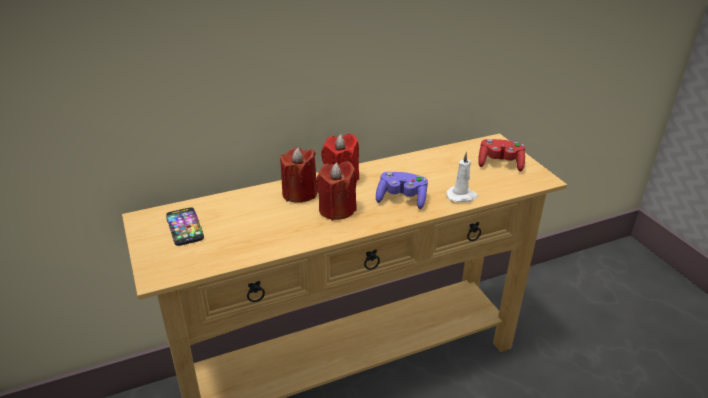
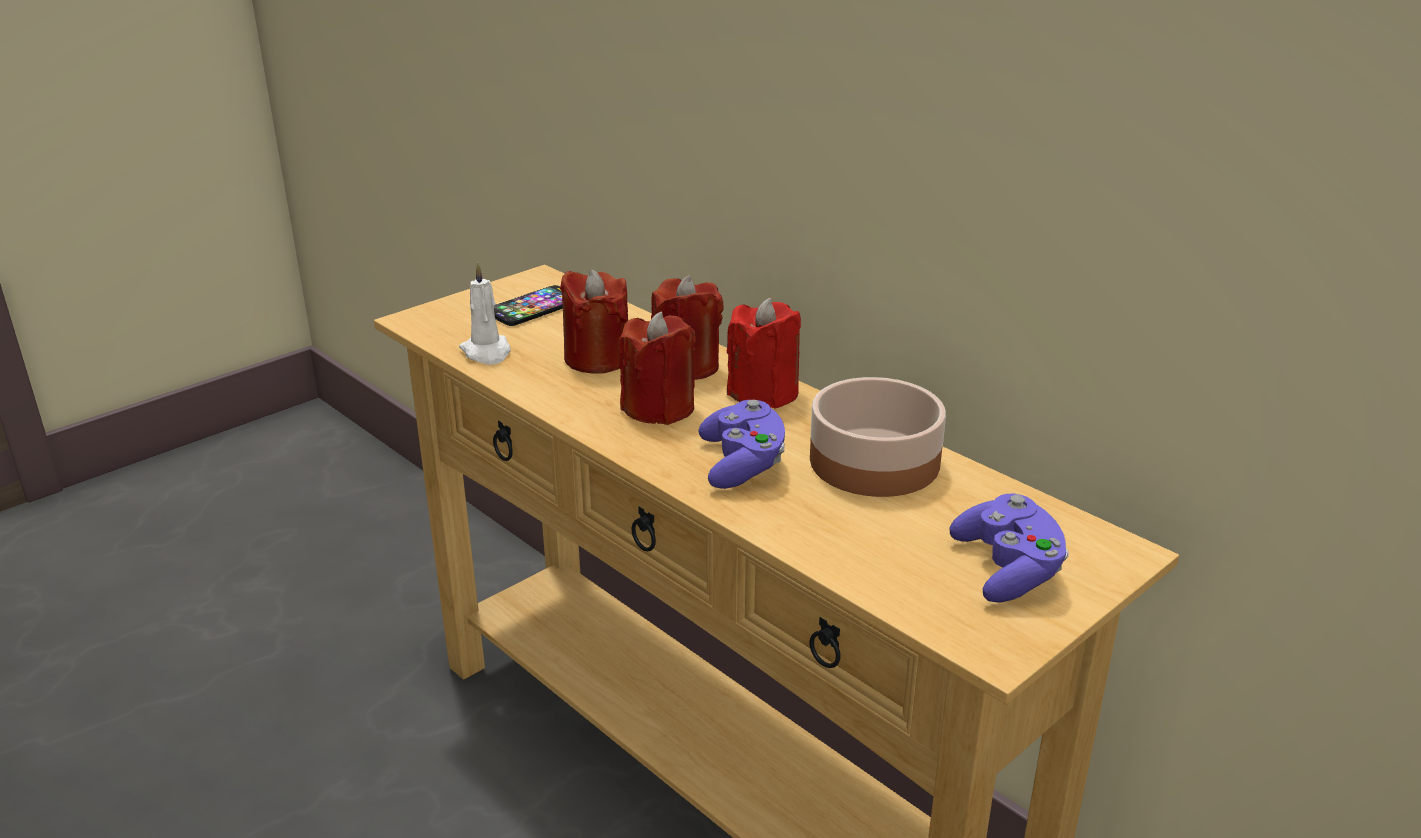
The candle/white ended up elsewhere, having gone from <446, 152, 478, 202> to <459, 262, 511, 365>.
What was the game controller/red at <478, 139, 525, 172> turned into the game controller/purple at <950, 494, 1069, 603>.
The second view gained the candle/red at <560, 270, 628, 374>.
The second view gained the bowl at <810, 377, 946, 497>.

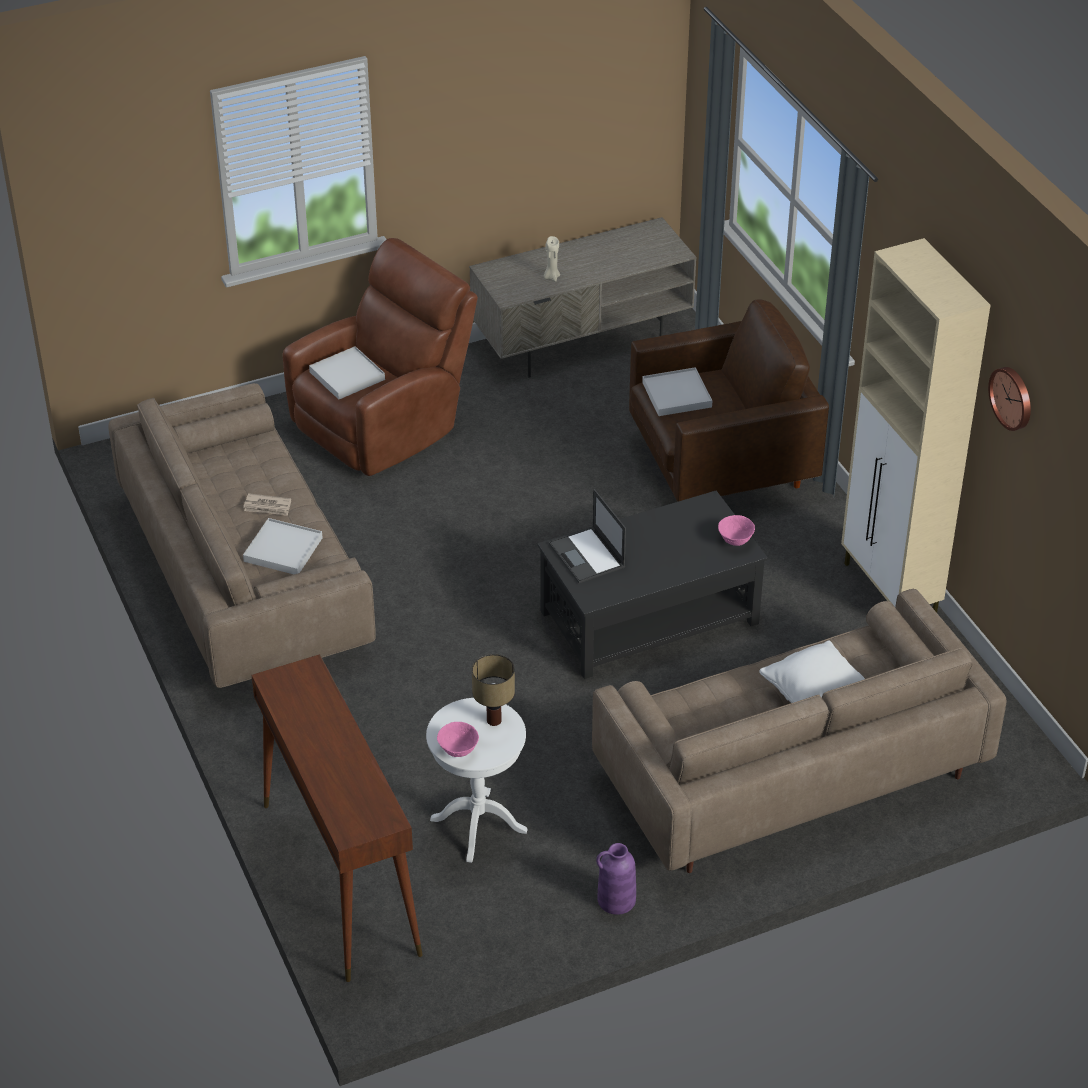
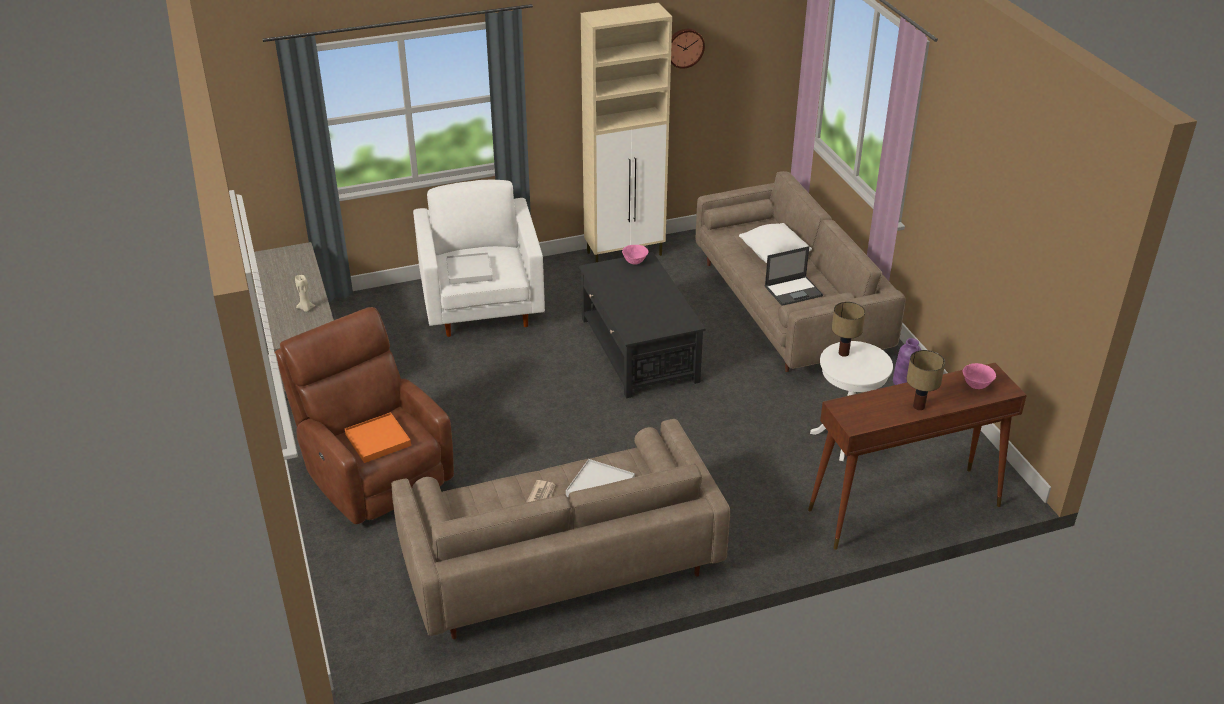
What was the tray/white at <309, 346, 385, 400> turned into the tray/orange at <345, 412, 411, 463>.
The bowl/pink ended up elsewhere, having gone from <437, 722, 479, 757> to <963, 363, 996, 389>.
The laptop ended up elsewhere, having gone from <549, 489, 626, 583> to <765, 246, 823, 306>.
What was the armchair/brown at <629, 300, 829, 502> turned into the armchair/white at <413, 180, 545, 337>.
The second view gained the table lamp at <906, 350, 945, 410>.

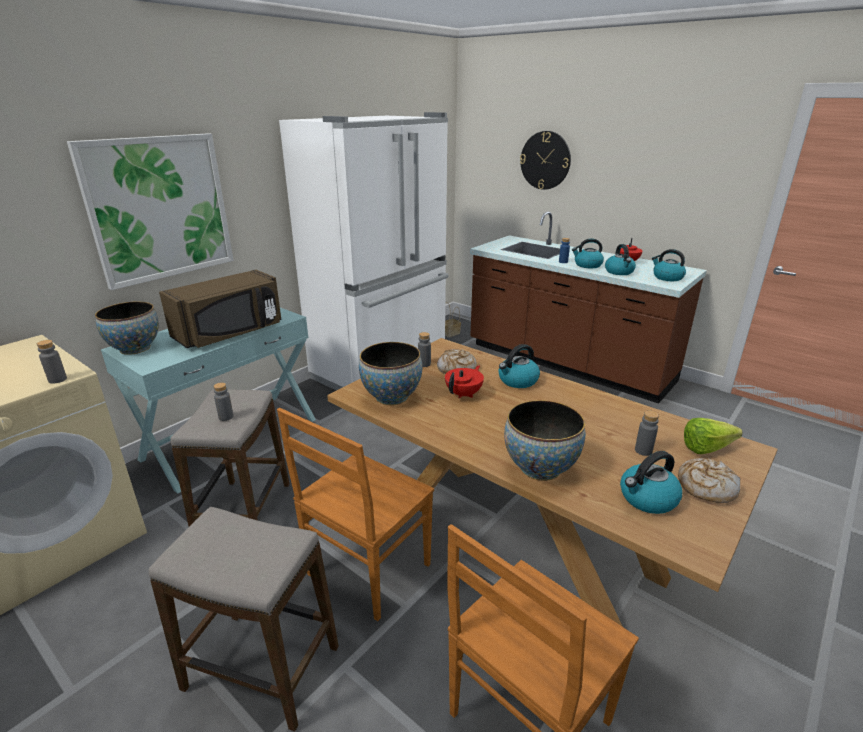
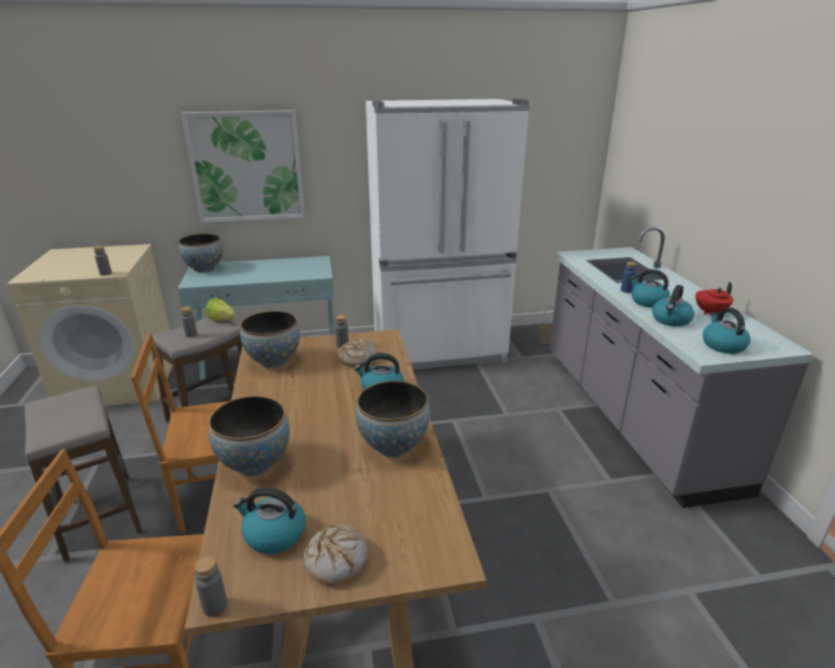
The second view lost the microwave/brown at <159, 270, 282, 348>.
The second view lost the teapot/red at <445, 365, 484, 398>.
What was the counter/brown at <470, 212, 707, 404> turned into the counter/grey at <550, 227, 814, 508>.
The second view lost the wall clock at <520, 131, 571, 190>.
The bottle/grey ended up elsewhere, having gone from <635, 410, 659, 456> to <194, 556, 227, 617>.
The lettuce ended up elsewhere, having gone from <684, 418, 743, 454> to <206, 298, 236, 321>.
The second view gained the bowl at <356, 381, 430, 458>.

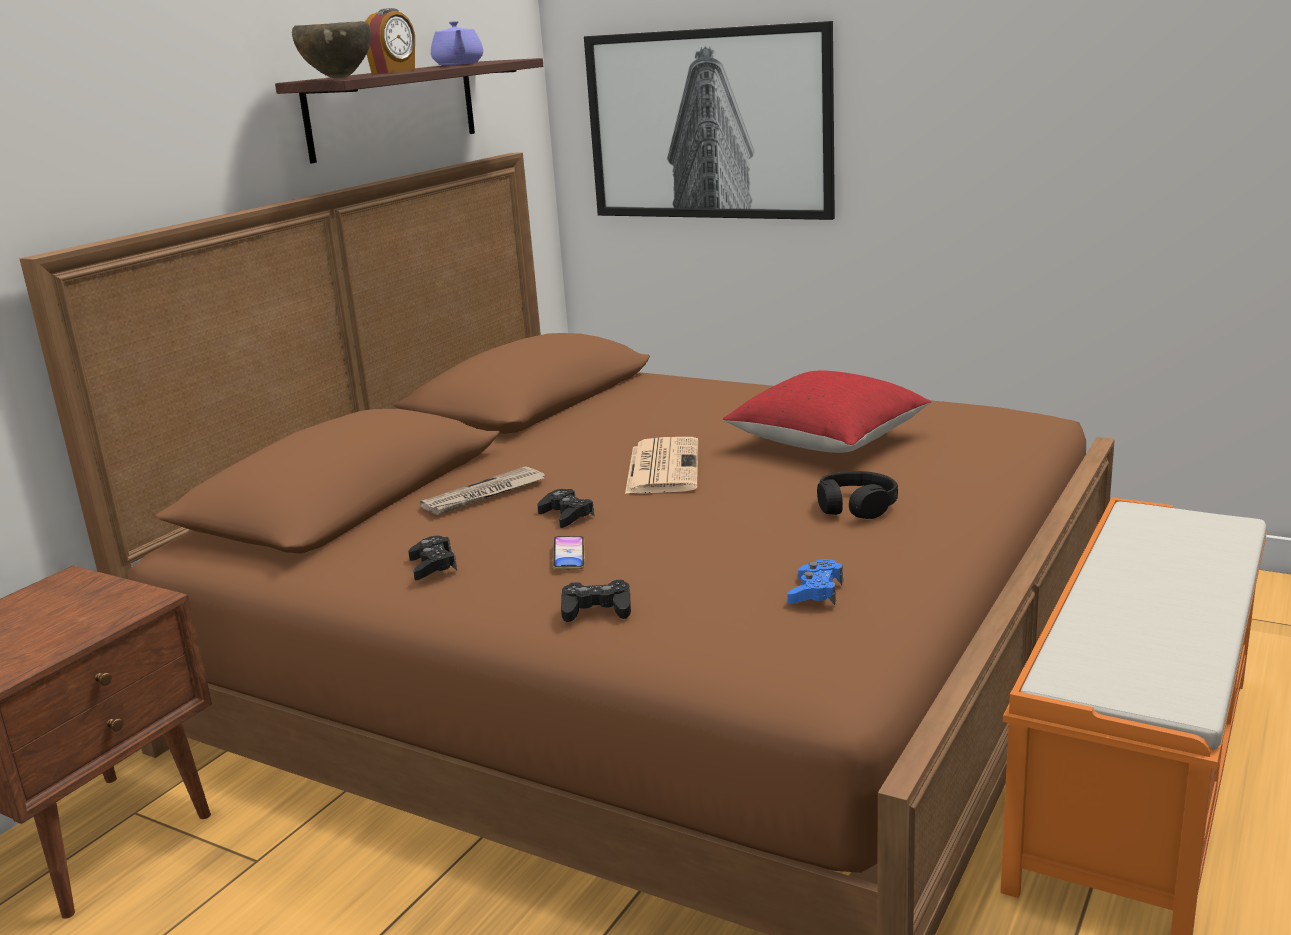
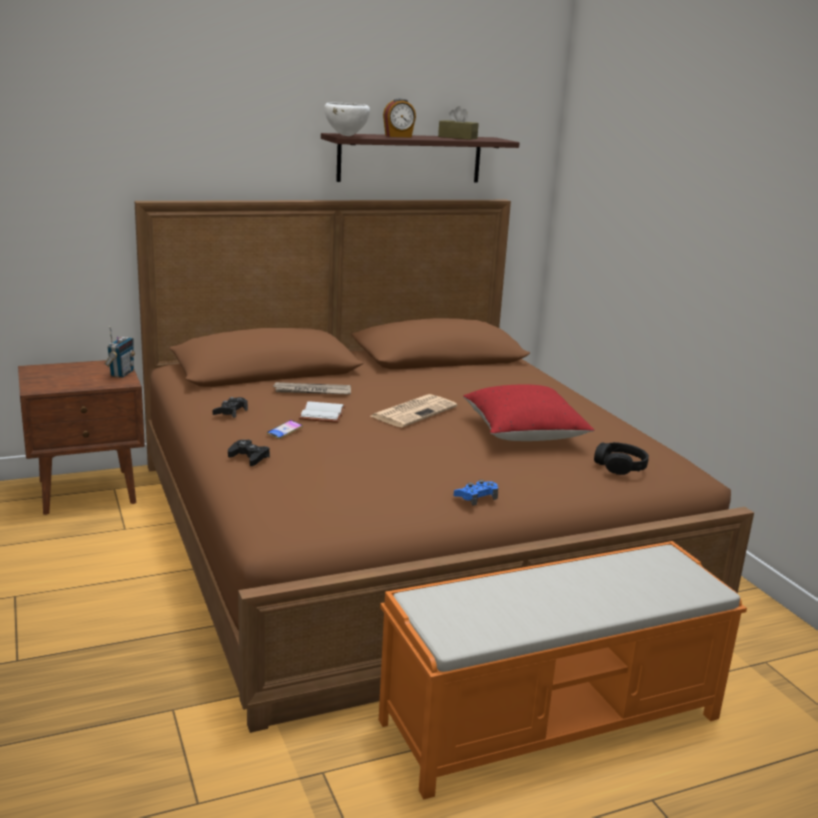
What was the bowl/brown at <292, 21, 371, 78> turned into the bowl/white at <324, 103, 370, 136>.
Where the teapot/purple stood at <431, 21, 483, 65>, the tissue box/brown came to stand at <438, 106, 479, 140>.
Where the game controller/black stood at <538, 489, 595, 528>, the book/white came to stand at <299, 401, 346, 423>.
The second view lost the picture at <584, 21, 835, 220>.
The game controller/blue ended up elsewhere, having gone from <787, 559, 843, 605> to <454, 480, 498, 506>.
The headphones/black ended up elsewhere, having gone from <817, 471, 898, 519> to <594, 442, 649, 475>.
The second view gained the radio at <105, 326, 135, 378>.

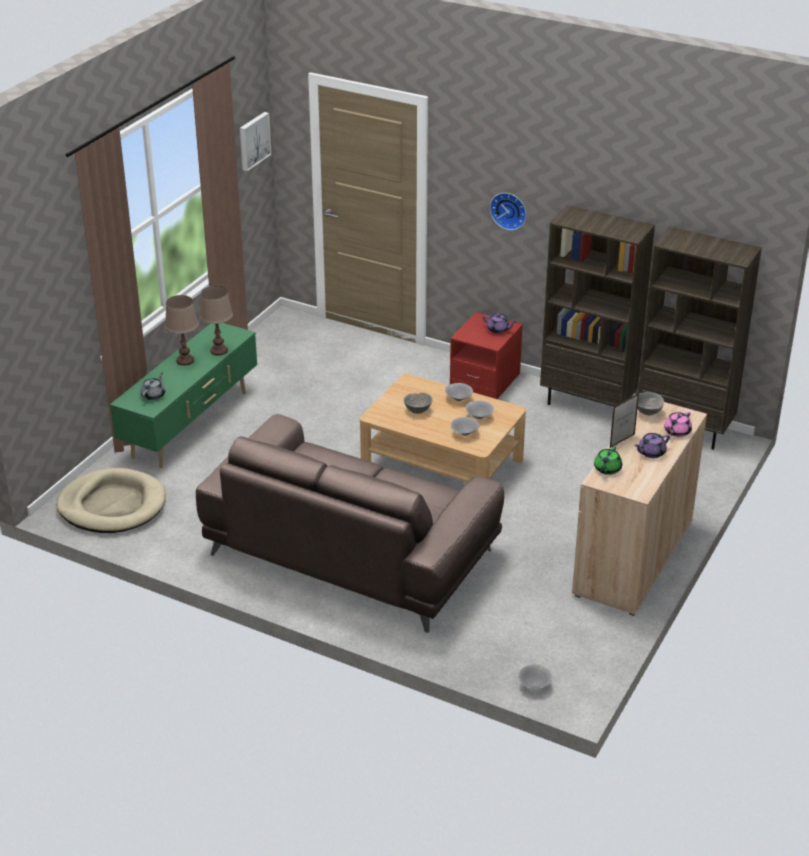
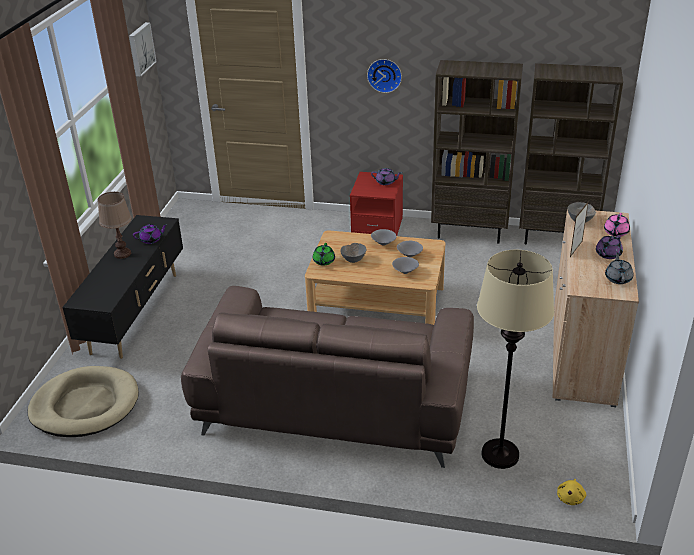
What was the tv stand/green at <110, 323, 257, 468> turned into the tv stand/black at <62, 215, 183, 359>.
The teapot/grey ended up elsewhere, having gone from <140, 373, 165, 400> to <605, 253, 633, 284>.
Where the table lamp/brown stood at <200, 286, 233, 356>, the teapot/purple came to stand at <133, 224, 168, 244>.
Where the bowl/grey stood at <518, 664, 552, 689>, the plush toy/yellow came to stand at <557, 479, 586, 505>.
The teapot/green ended up elsewhere, having gone from <594, 446, 622, 475> to <313, 243, 335, 266>.
The second view gained the floor lamp/beige at <477, 250, 554, 469>.

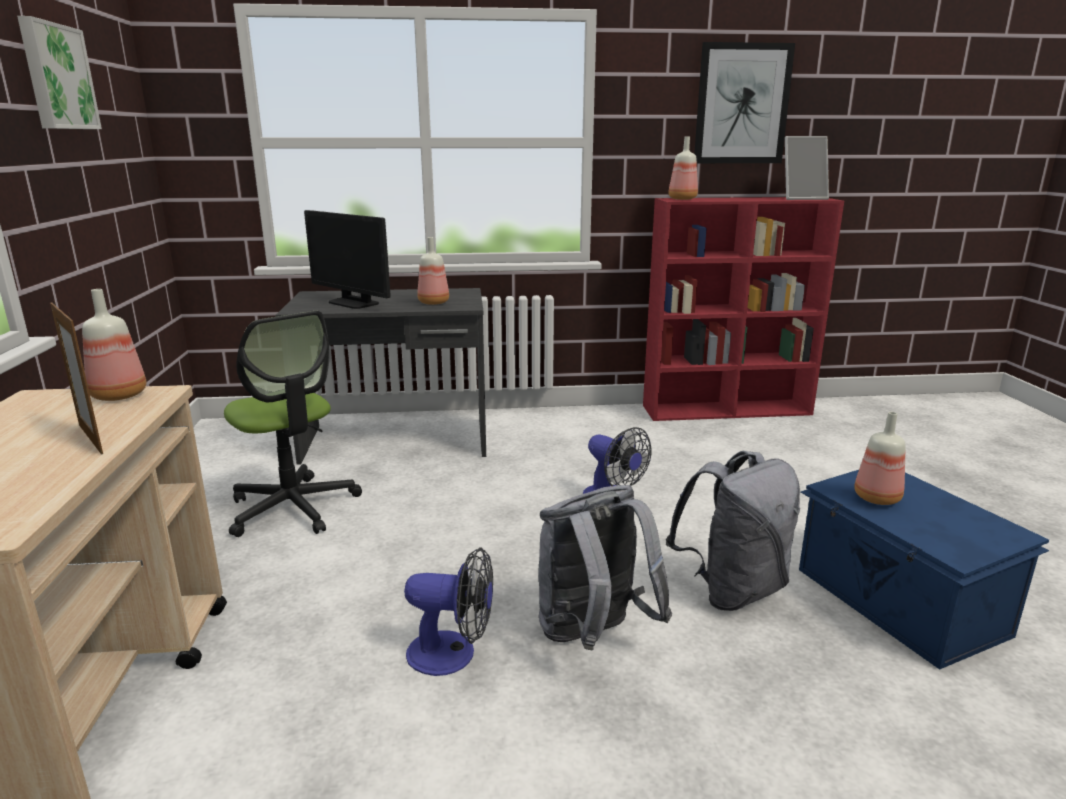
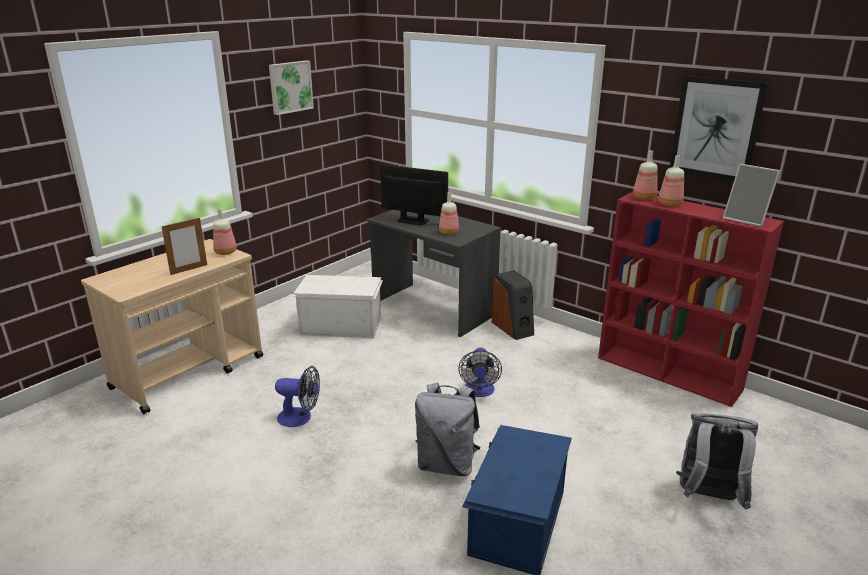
The picture frame at <50, 301, 103, 455> ended up facing another way, 135 degrees counterclockwise from before.
Where the office chair stood at <224, 311, 362, 537>, the storage box/white came to stand at <293, 275, 383, 338>.
The monitor at <304, 210, 391, 309> ended up facing another way, 120 degrees clockwise from before.
The fan at <404, 547, 493, 676> ended up facing another way, 45 degrees counterclockwise from before.
The backpack/grey ended up elsewhere, having gone from <539, 485, 673, 650> to <676, 413, 758, 509>.
The bottle ended up elsewhere, having gone from <854, 412, 906, 505> to <658, 155, 684, 206>.
The second view gained the speaker at <492, 270, 534, 340>.

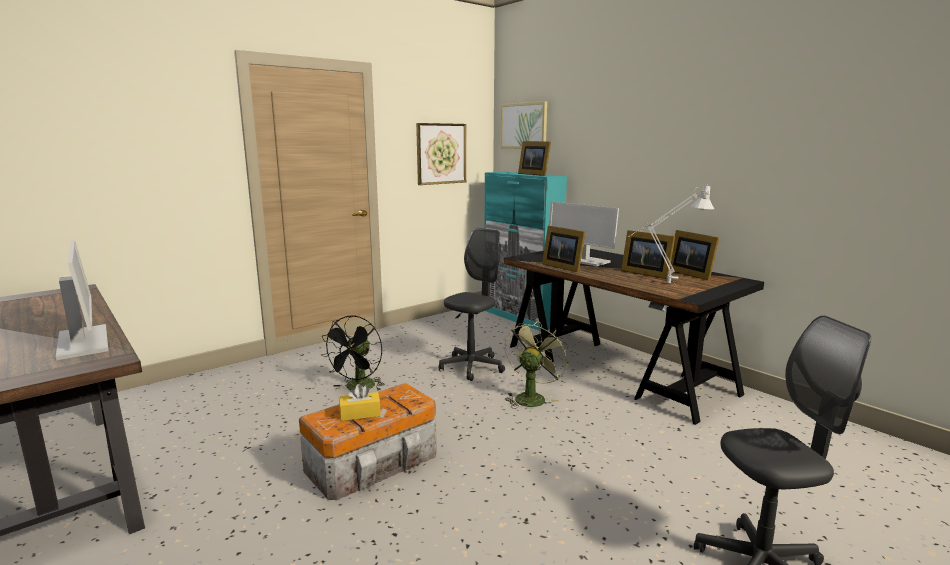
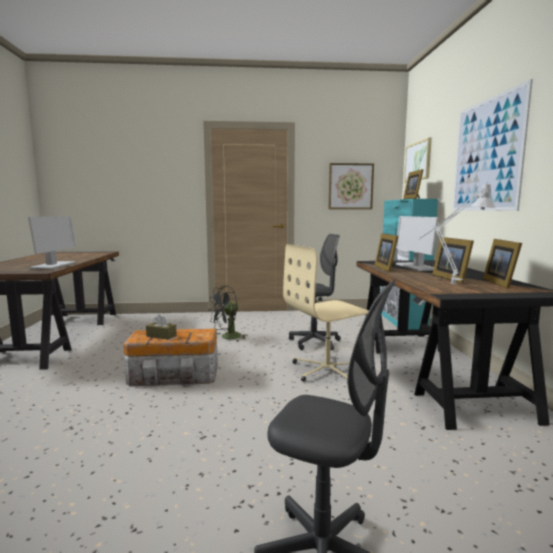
What was the tissue box/yellow at <339, 384, 381, 421> turned into the tissue box/brown at <146, 314, 177, 340>.
Where the fan/green stood at <505, 320, 569, 409>, the office chair/beige came to stand at <283, 244, 369, 383>.
The second view gained the picture at <452, 79, 533, 211>.

